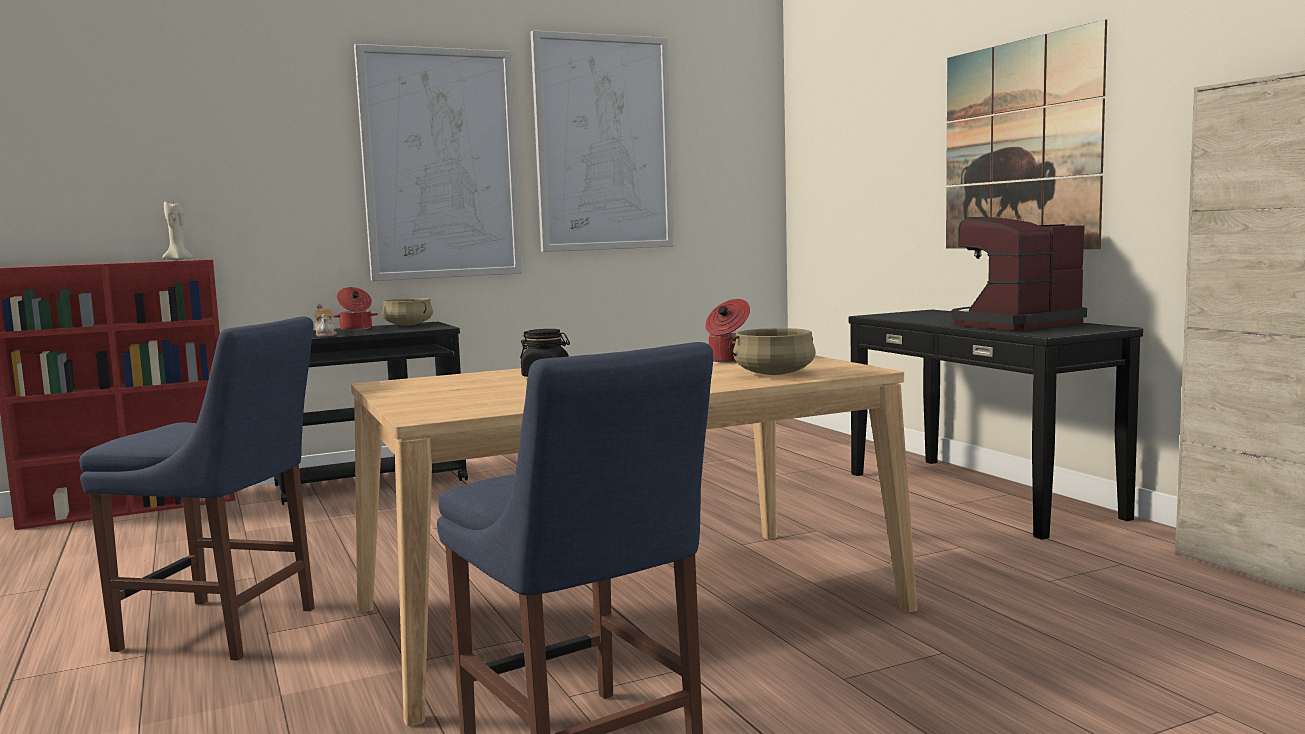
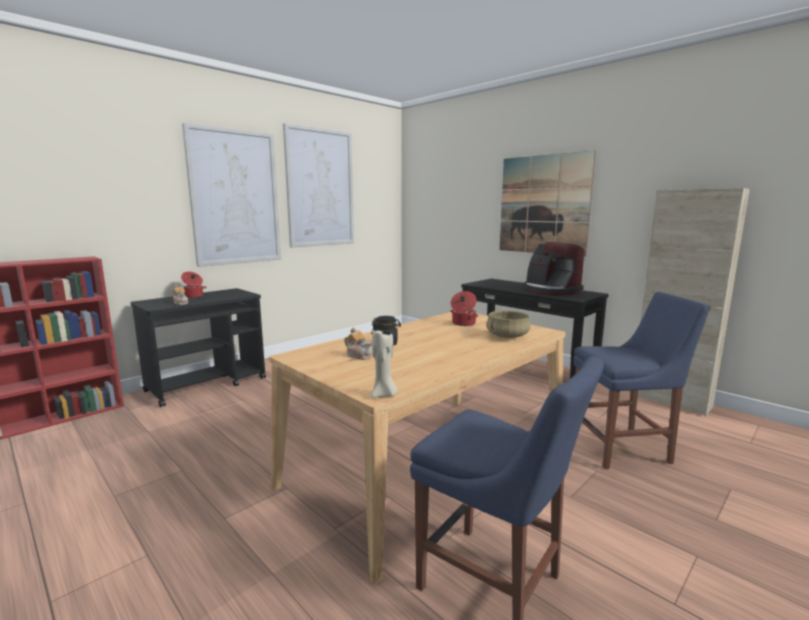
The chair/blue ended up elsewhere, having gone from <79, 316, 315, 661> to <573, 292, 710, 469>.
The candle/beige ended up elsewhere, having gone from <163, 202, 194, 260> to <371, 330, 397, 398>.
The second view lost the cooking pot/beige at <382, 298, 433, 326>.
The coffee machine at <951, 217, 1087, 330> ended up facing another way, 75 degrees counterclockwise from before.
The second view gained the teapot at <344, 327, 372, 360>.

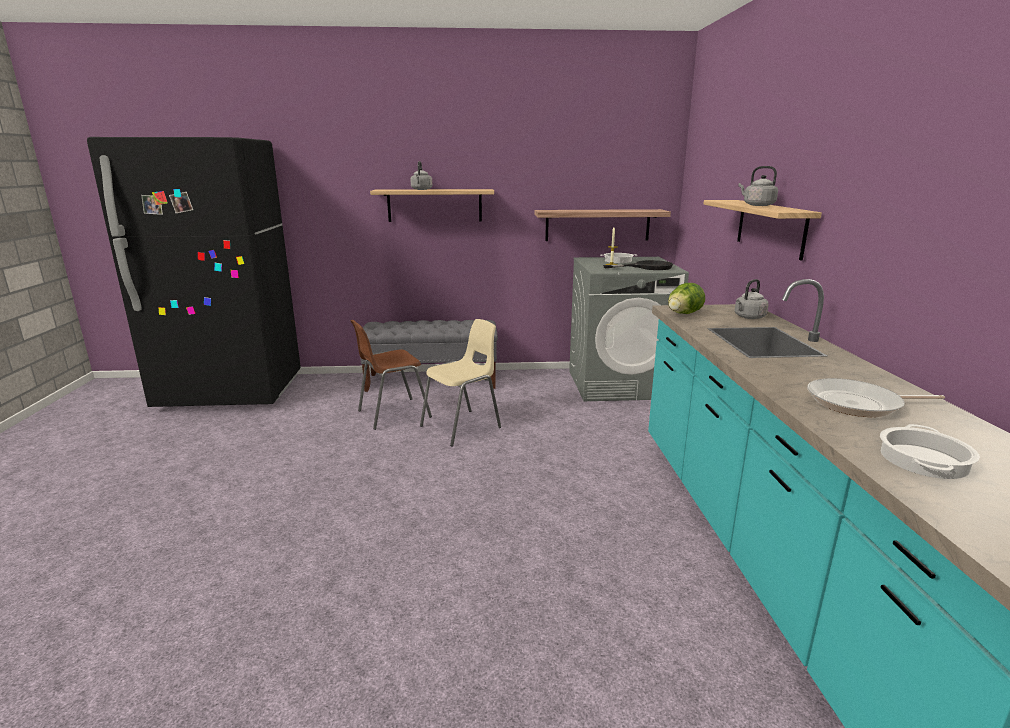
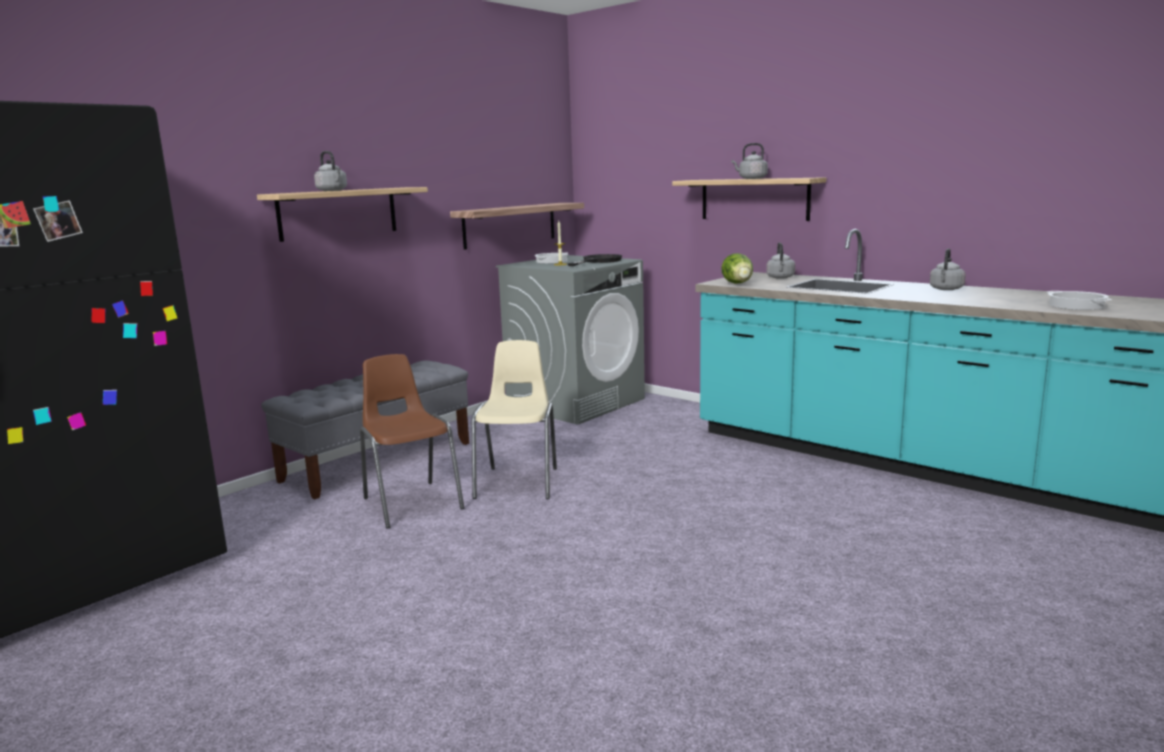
The chair/brown at <351, 320, 432, 430> ended up facing another way, 135 degrees clockwise from before.
The second view lost the frying pan at <807, 378, 945, 417>.
The second view gained the kettle/grey at <930, 249, 966, 290>.

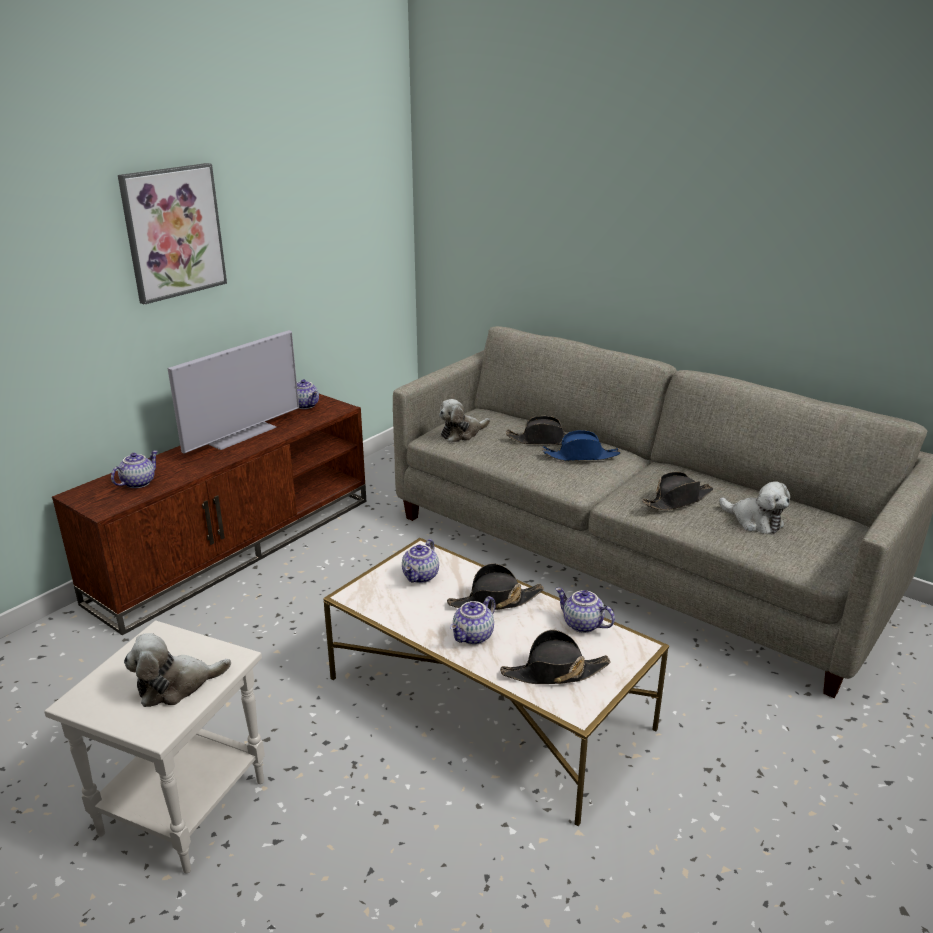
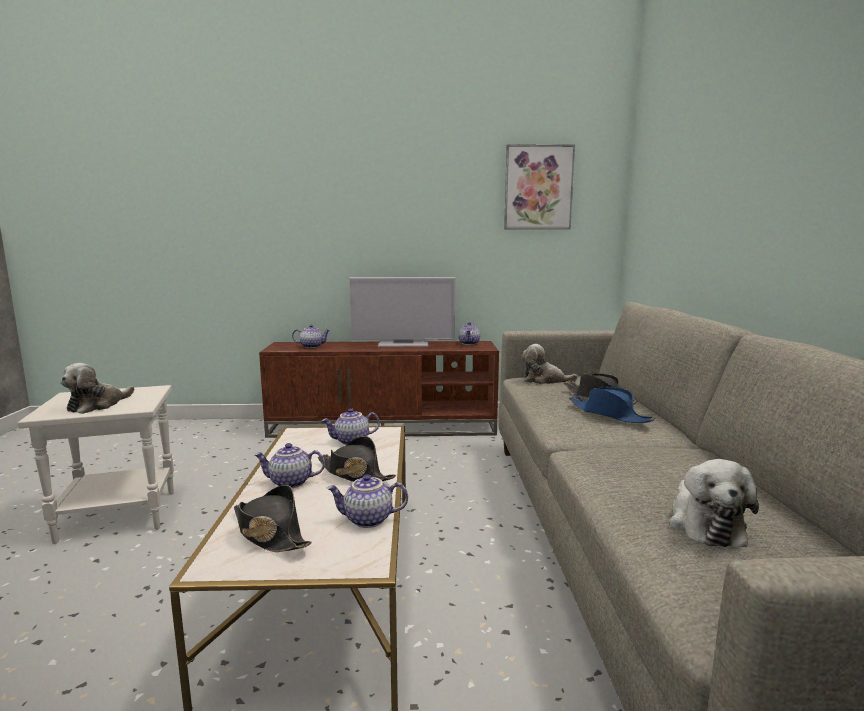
The picture ended up elsewhere, having gone from <118, 163, 227, 305> to <504, 144, 575, 229>.
The plush toy at <124, 633, 231, 707> ended up facing another way, 90 degrees counterclockwise from before.
The teapot at <555, 587, 615, 633> ended up facing another way, 90 degrees counterclockwise from before.
The second view lost the hat/black at <642, 472, 713, 510>.

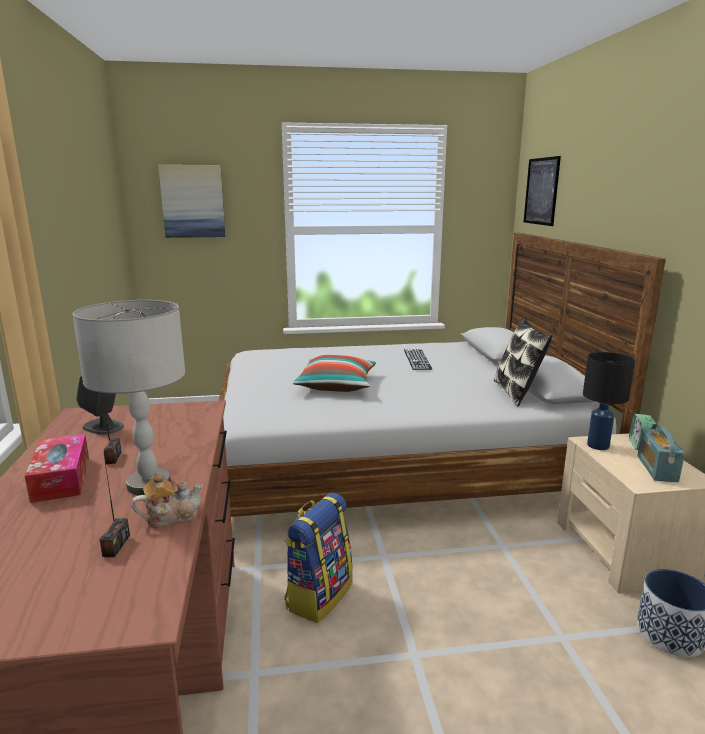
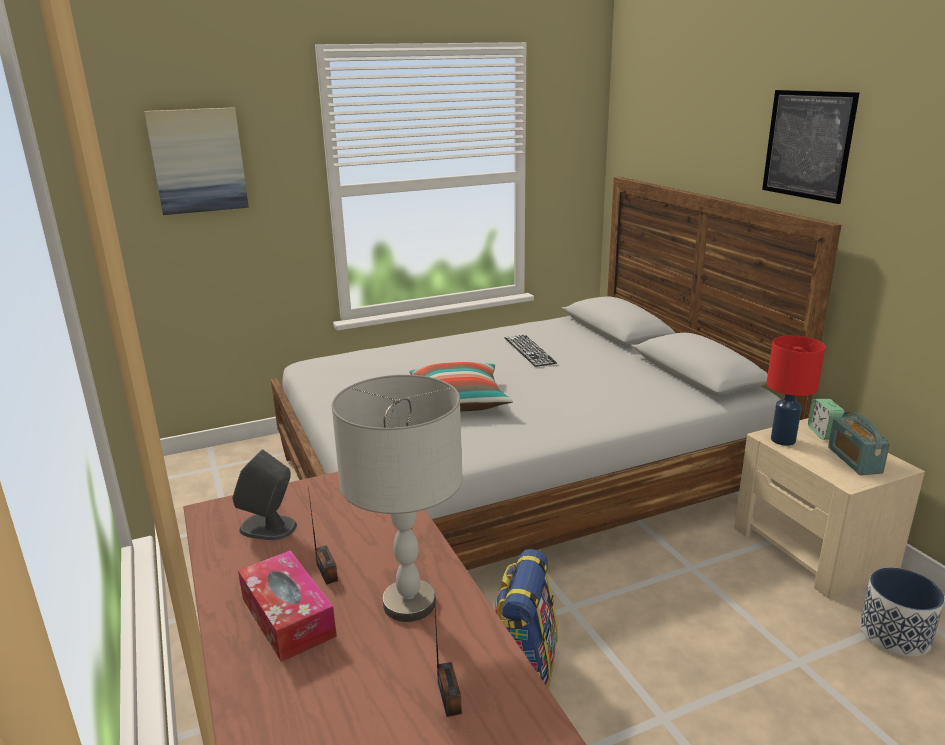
The second view lost the teapot at <131, 473, 203, 528>.
The second view lost the pillow at <494, 317, 552, 406>.
The picture ended up elsewhere, having gone from <524, 156, 561, 226> to <762, 90, 860, 204>.
What was the table lamp/black at <583, 352, 635, 450> turned into the table lamp/red at <767, 335, 825, 446>.

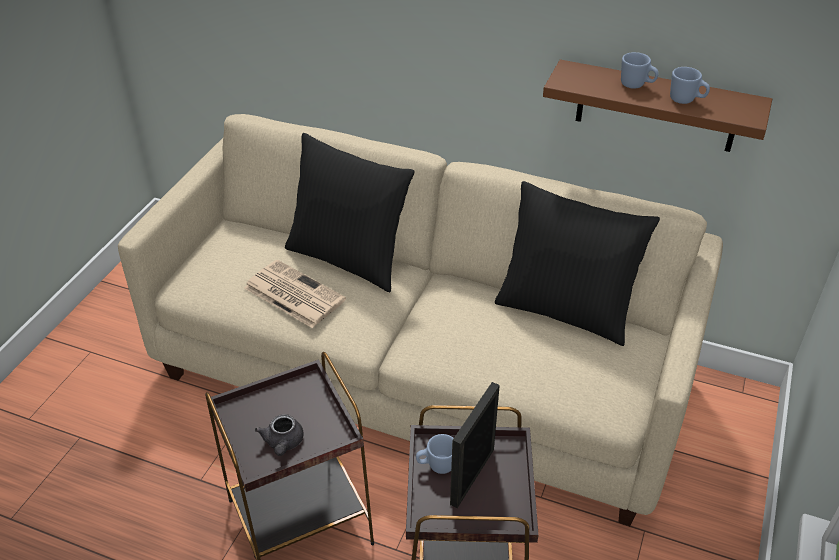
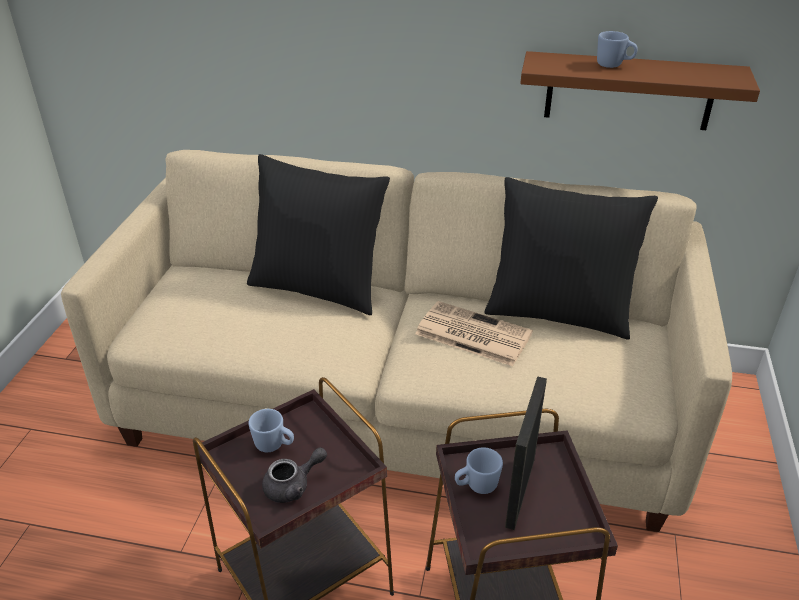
The newspaper ended up elsewhere, having gone from <244, 260, 346, 328> to <415, 301, 533, 366>.
The teapot/grey at <255, 414, 304, 456> ended up facing another way, 105 degrees counterclockwise from before.
The mug/blue ended up elsewhere, having gone from <670, 67, 710, 104> to <248, 409, 294, 452>.

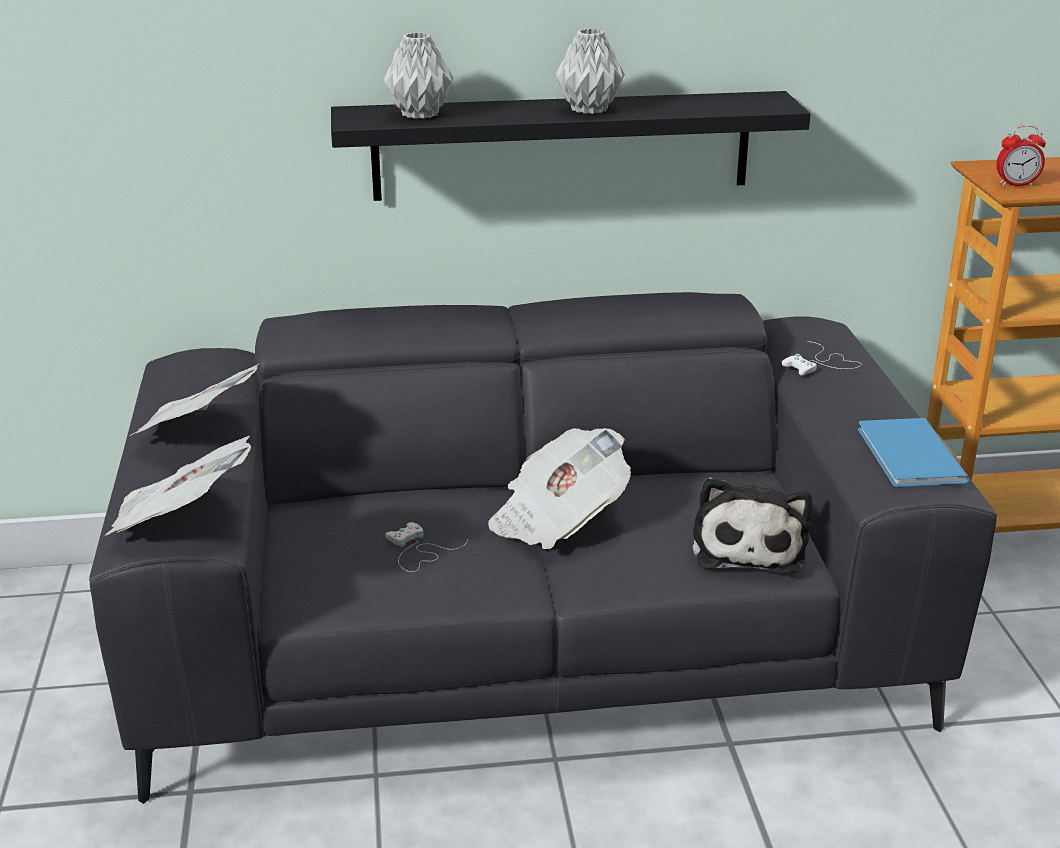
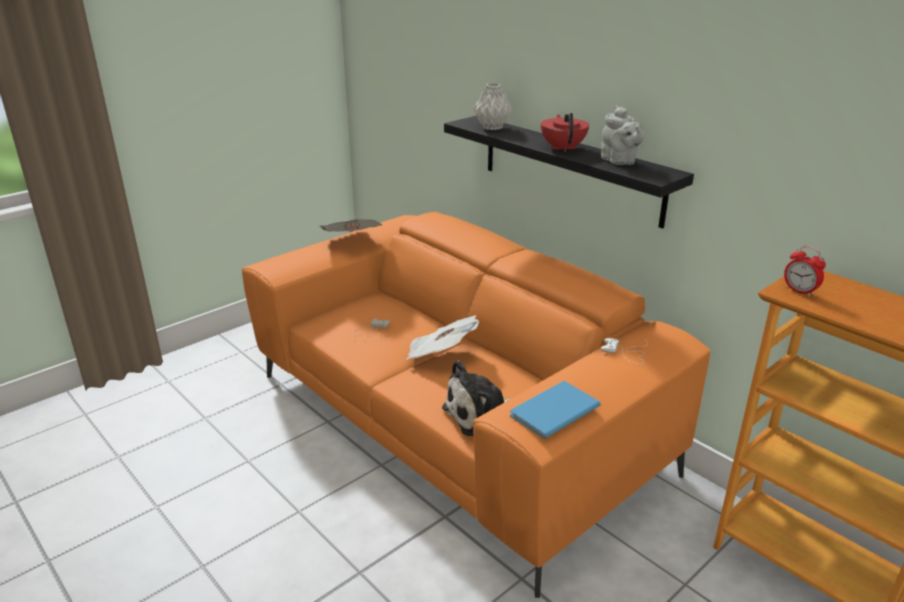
What was the sofa/grey at <89, 292, 997, 804> turned into the sofa/orange at <242, 212, 710, 598>.
The second view lost the newspaper at <105, 436, 251, 536>.
Where the vase/grey stood at <556, 28, 625, 114>, the teapot/red came to stand at <541, 113, 589, 152>.
The second view gained the teapot/grey at <601, 106, 645, 165>.

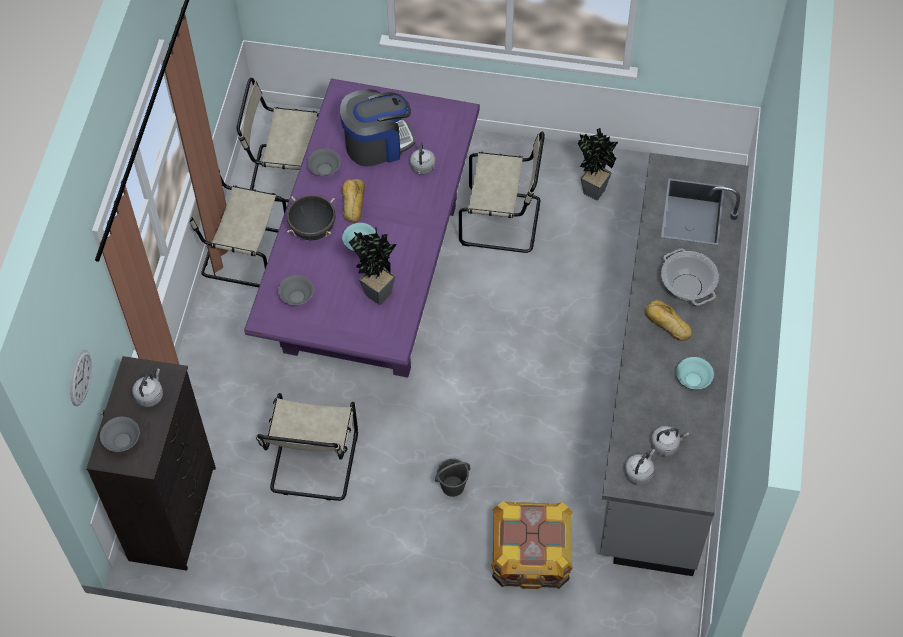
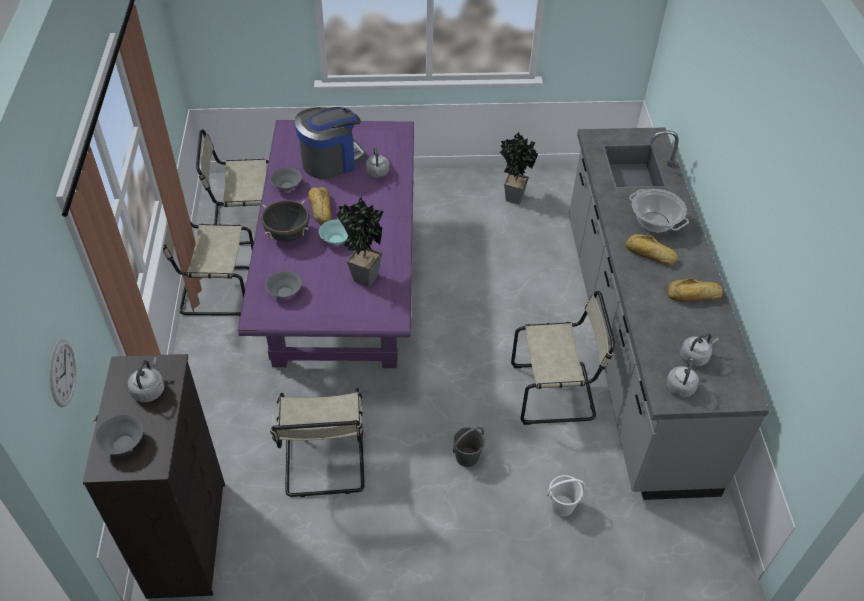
The chair/beige ended up elsewhere, having gone from <459, 132, 545, 253> to <511, 291, 615, 425>.
Where the crate stood at <491, 500, 573, 589>, the bucket/white came to stand at <547, 475, 585, 517>.
Where the bowl/turquoise stood at <676, 357, 714, 389>, the bread came to stand at <667, 278, 723, 302>.

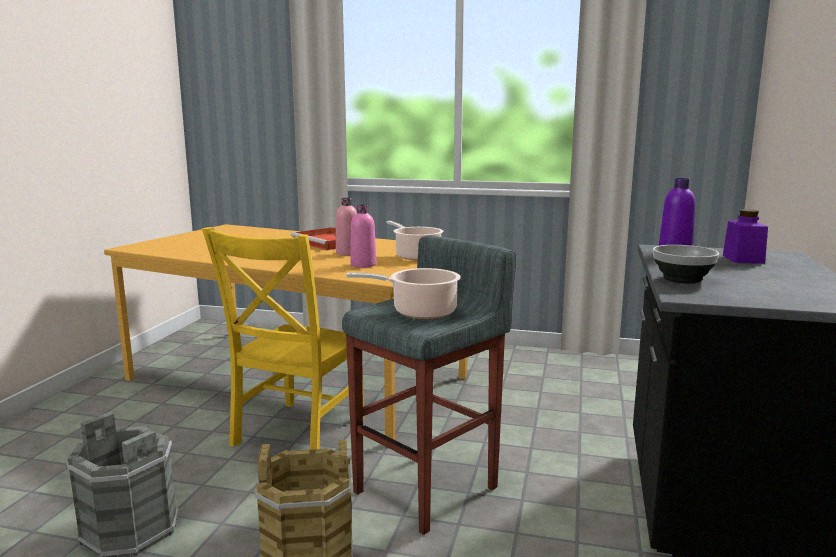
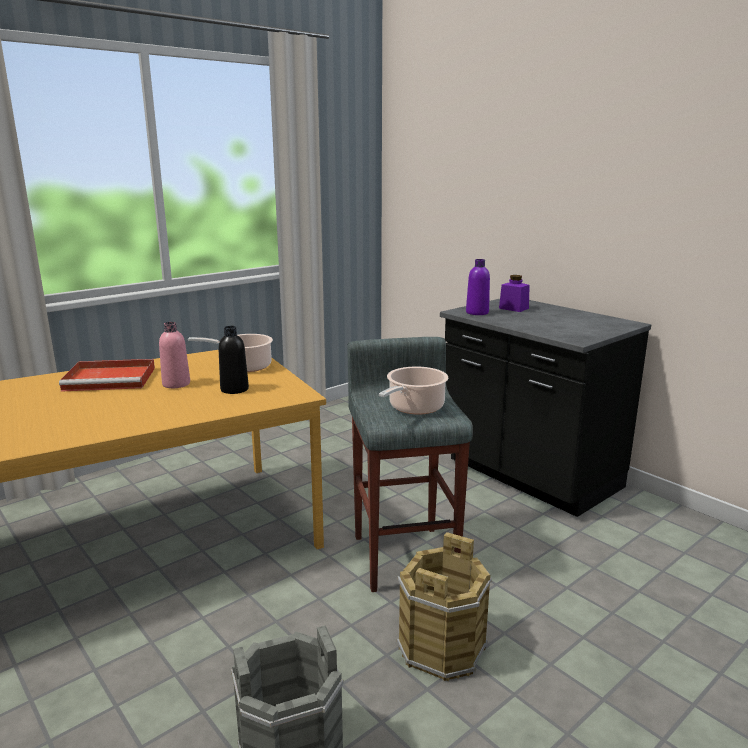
The second view lost the chair/yellow at <202, 227, 365, 449>.
What was the bottle/pink at <350, 205, 376, 268> turned into the bottle/black at <218, 326, 249, 394>.
The second view lost the bowl at <653, 245, 719, 284>.

